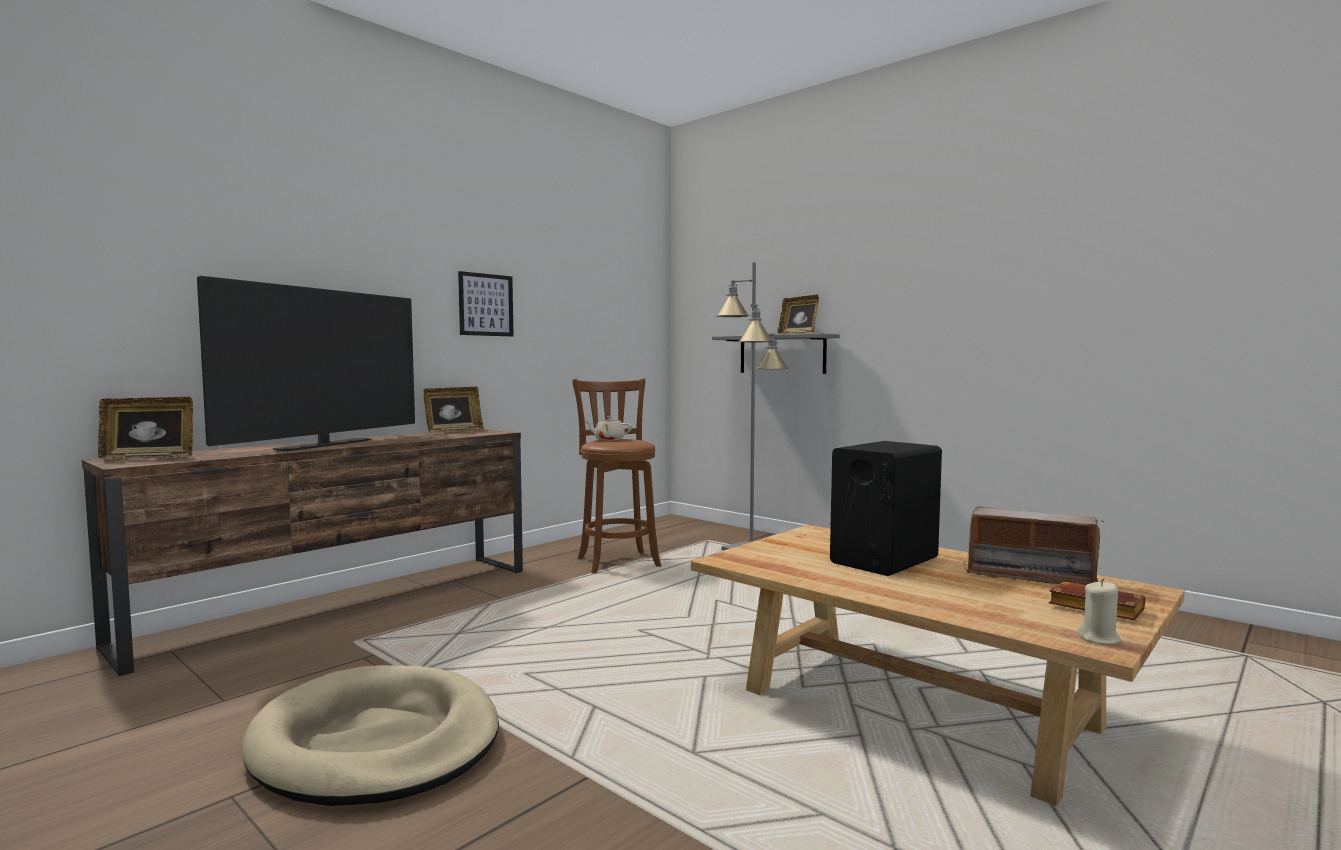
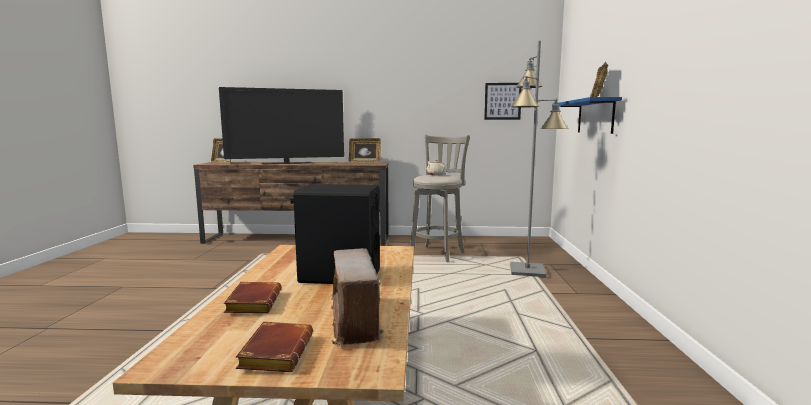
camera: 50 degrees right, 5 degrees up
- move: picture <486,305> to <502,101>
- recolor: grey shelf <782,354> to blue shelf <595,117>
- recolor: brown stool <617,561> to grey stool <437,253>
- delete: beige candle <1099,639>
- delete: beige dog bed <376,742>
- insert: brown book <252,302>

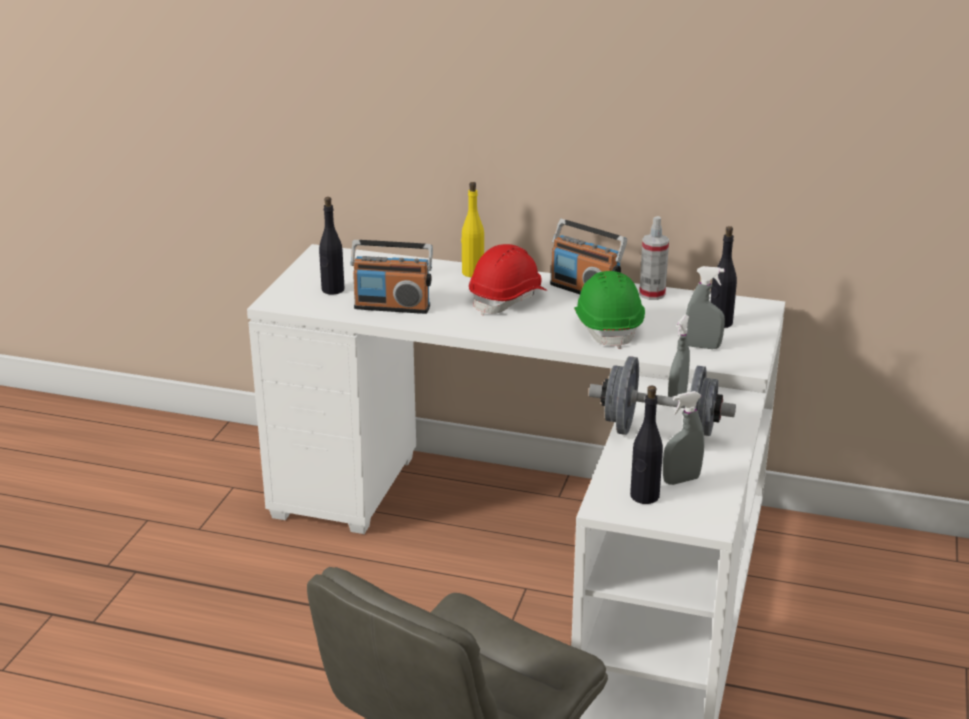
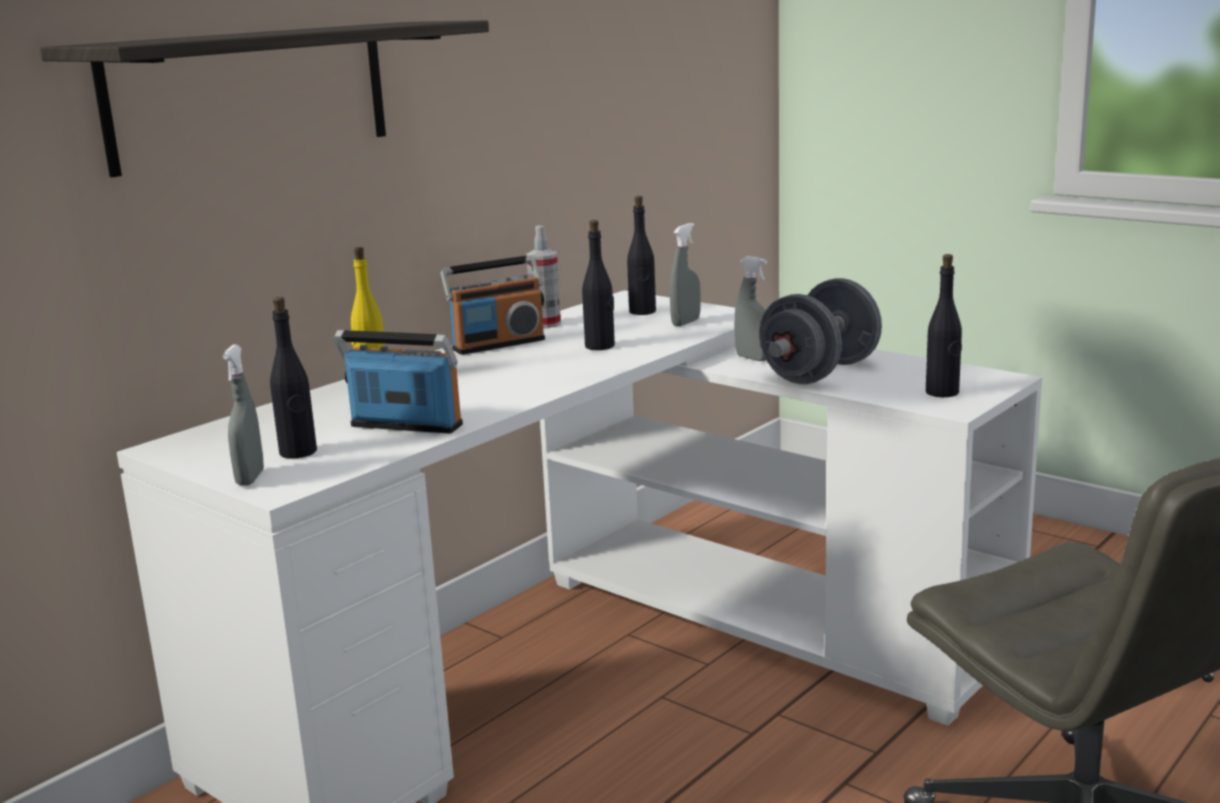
camera: 65 degrees left, 10 degrees down
- rotate: radio <392,307> = <405,426> 105 degrees counterclockwise
- delete: red hard hat <508,299>
- replace: green hard hat <608,327> to black bottle <600,346>
- move: grey spray bottle <681,480> to <250,478>
- insert: shelf <251,94>

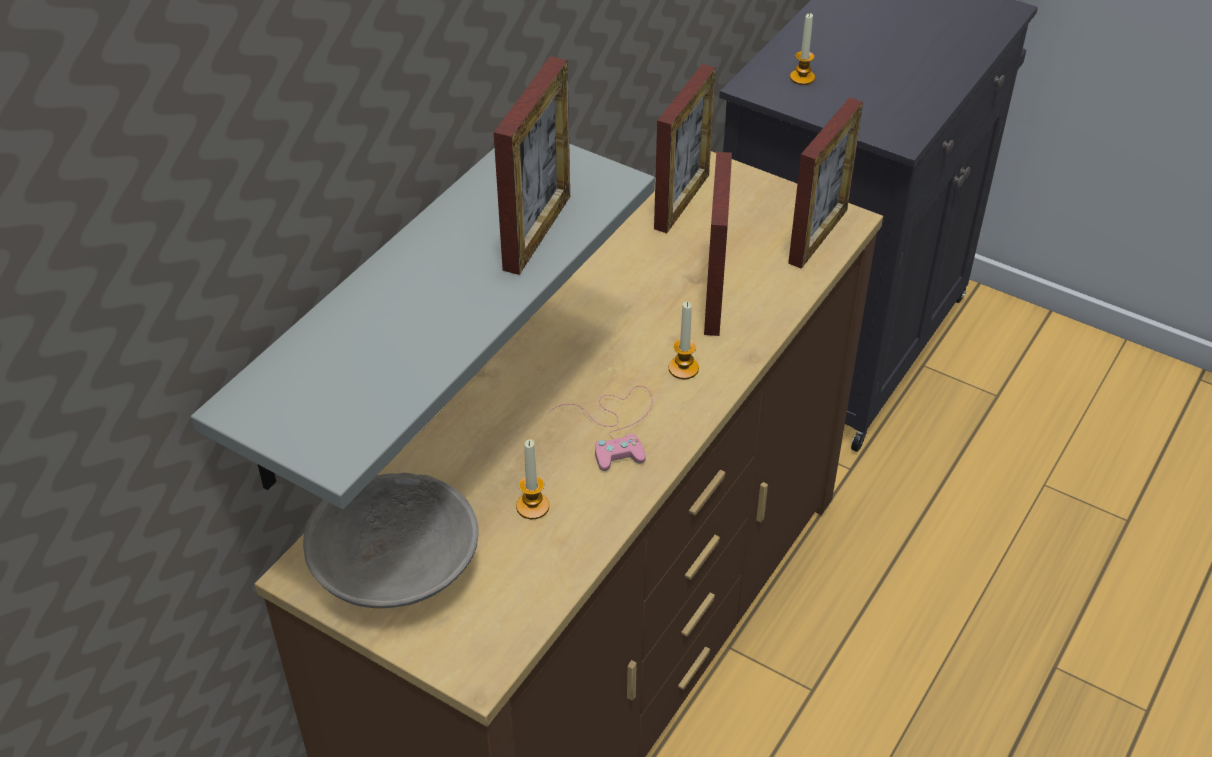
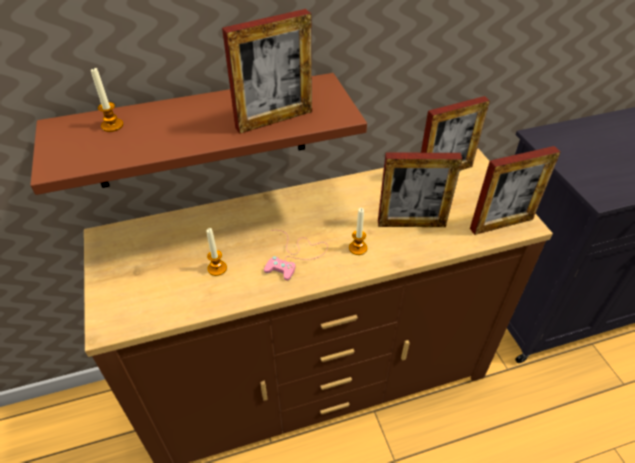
camera: 40 degrees right, 0 degrees up
- move: candle <802,78> to <112,125>
- recolor: grey shelf <380,313> to brown shelf <201,132>
- rotate: picture frame <714,297> = <411,223> 45 degrees clockwise
- delete: grey bowl <395,566>

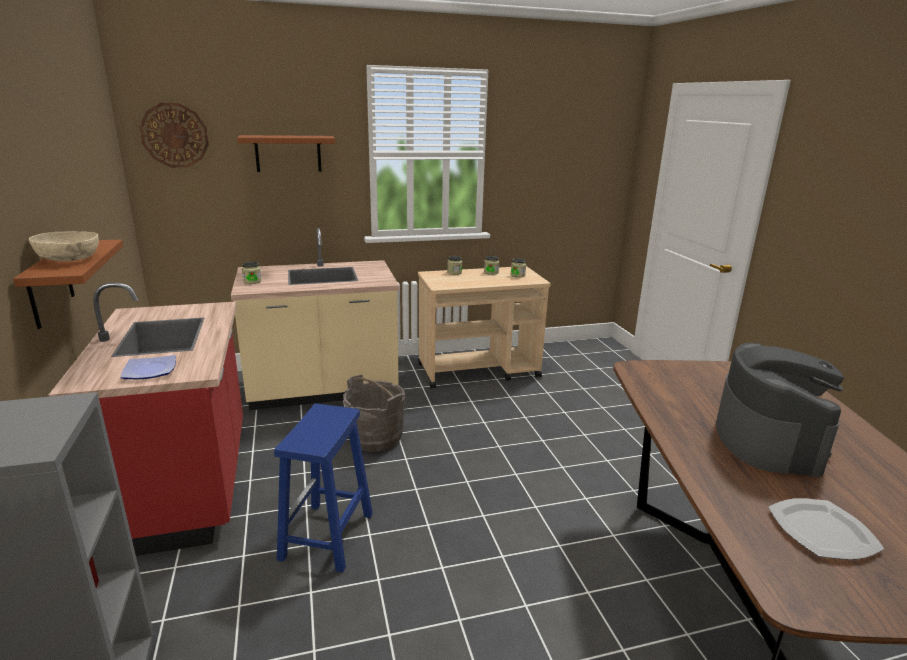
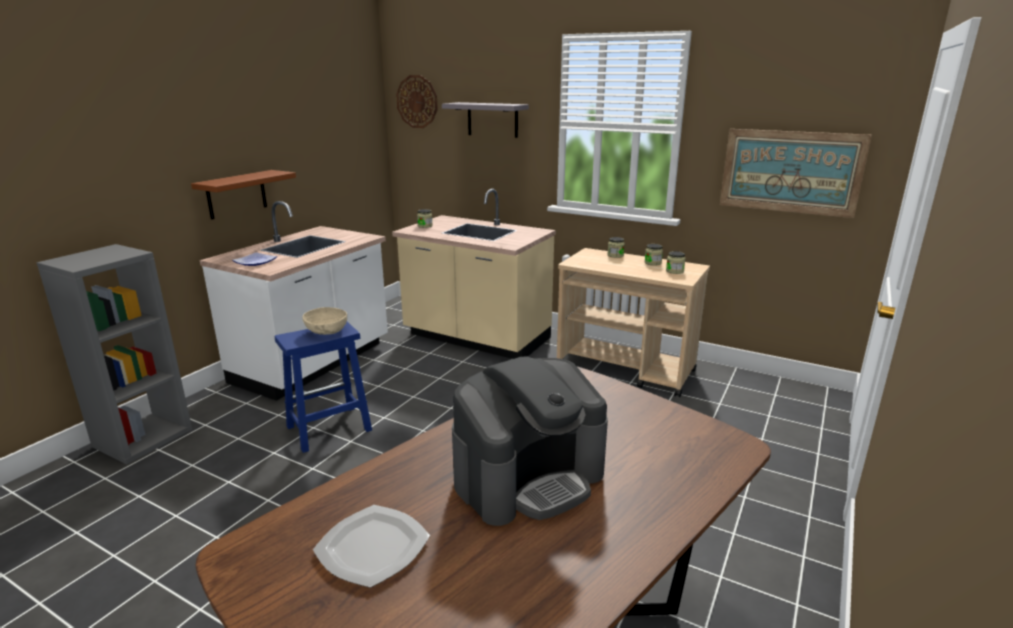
camera: 45 degrees right, 0 degrees up
- recolor: brown shelf <288,153> to grey shelf <492,119>
- move: beige bowl <69,259> to <326,331>
- recolor: red counter <186,485> to white counter <314,363>
- delete: grey bucket <375,438>
- insert: picture <790,172>

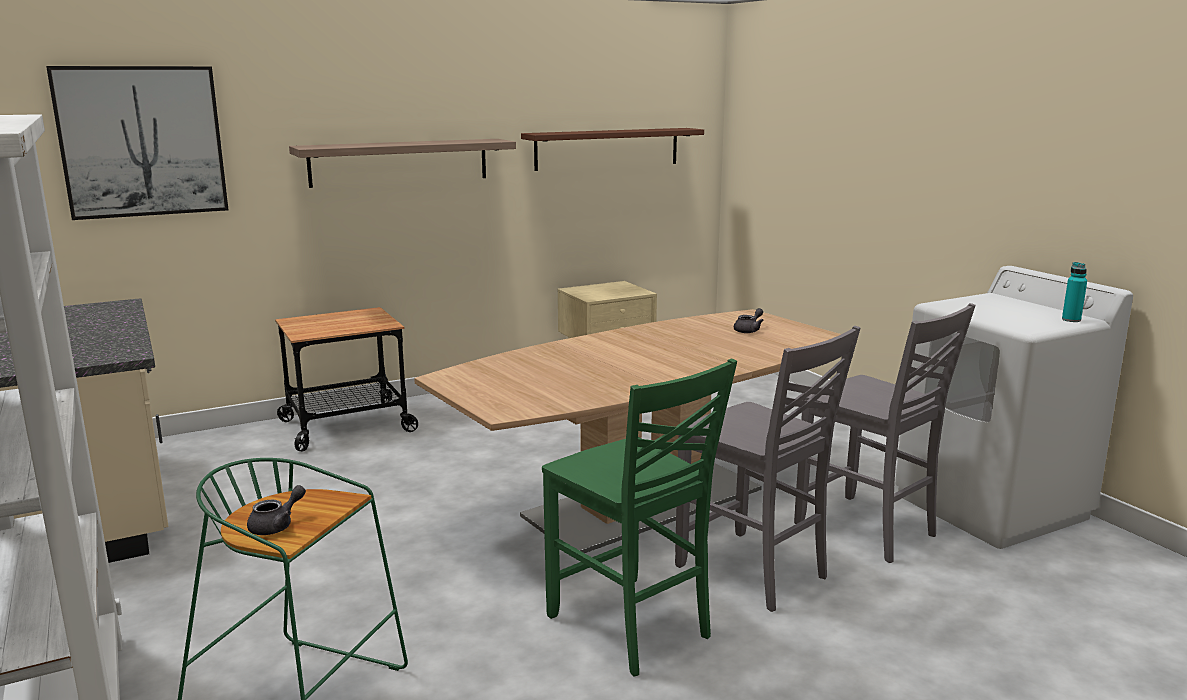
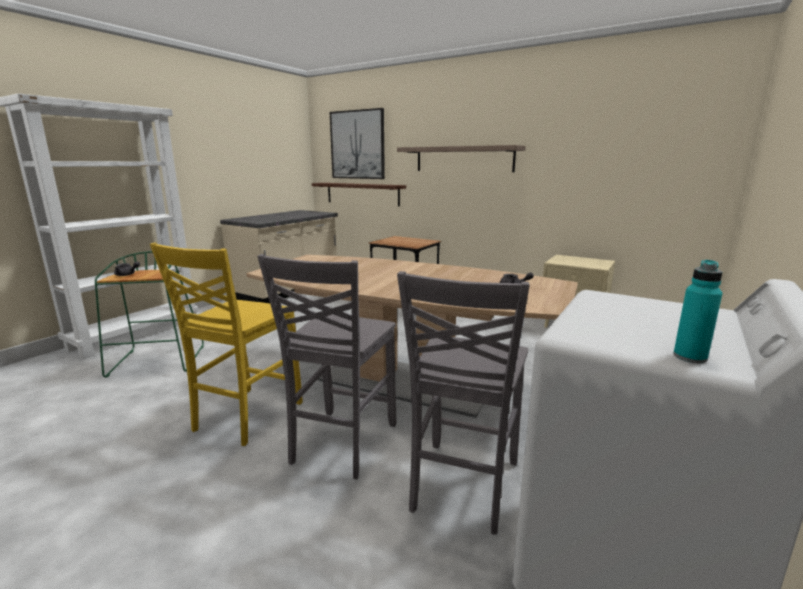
camera: 60 degrees right, 0 degrees up
- move: brown shelf <607,148> to <362,194>
- recolor: green chair <631,627> to yellow chair <245,416>

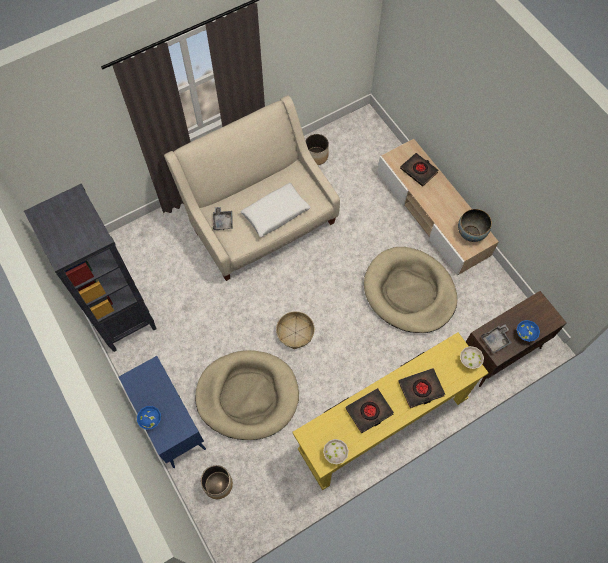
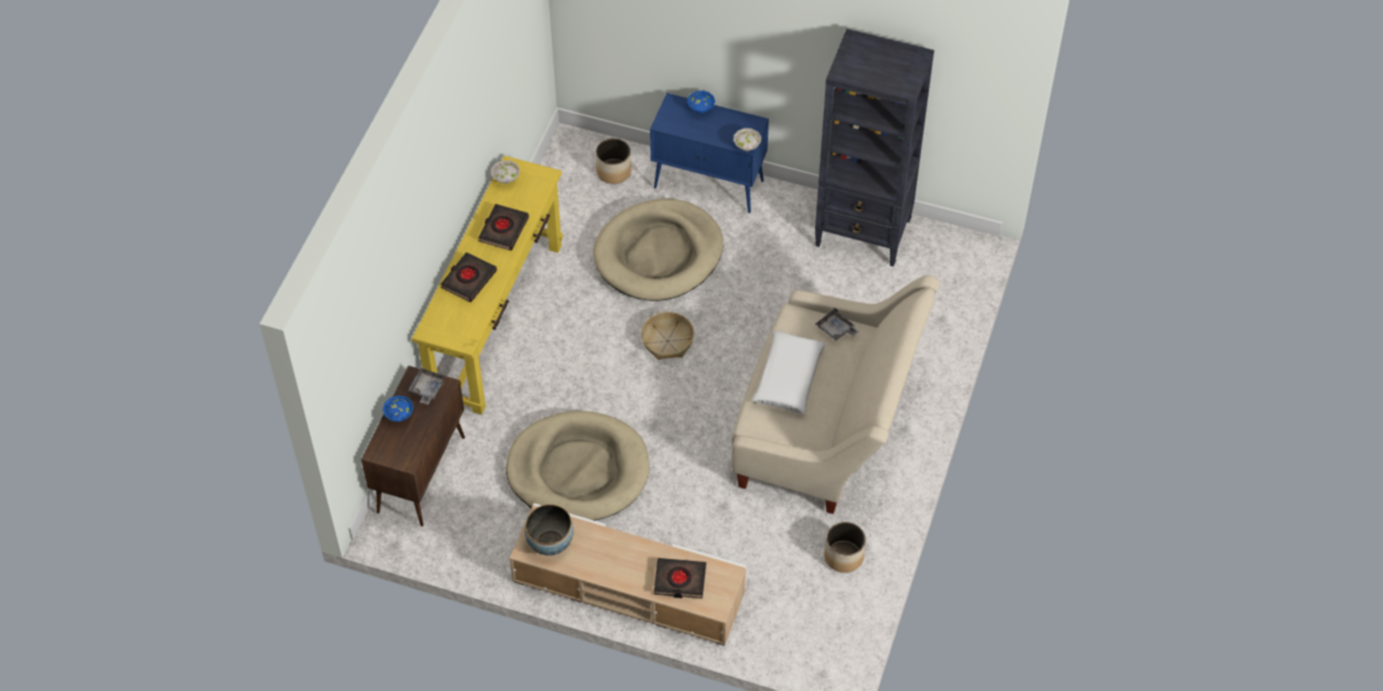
camera: 140 degrees right, 10 degrees down
- move: white bowl <469,361> to <747,147>

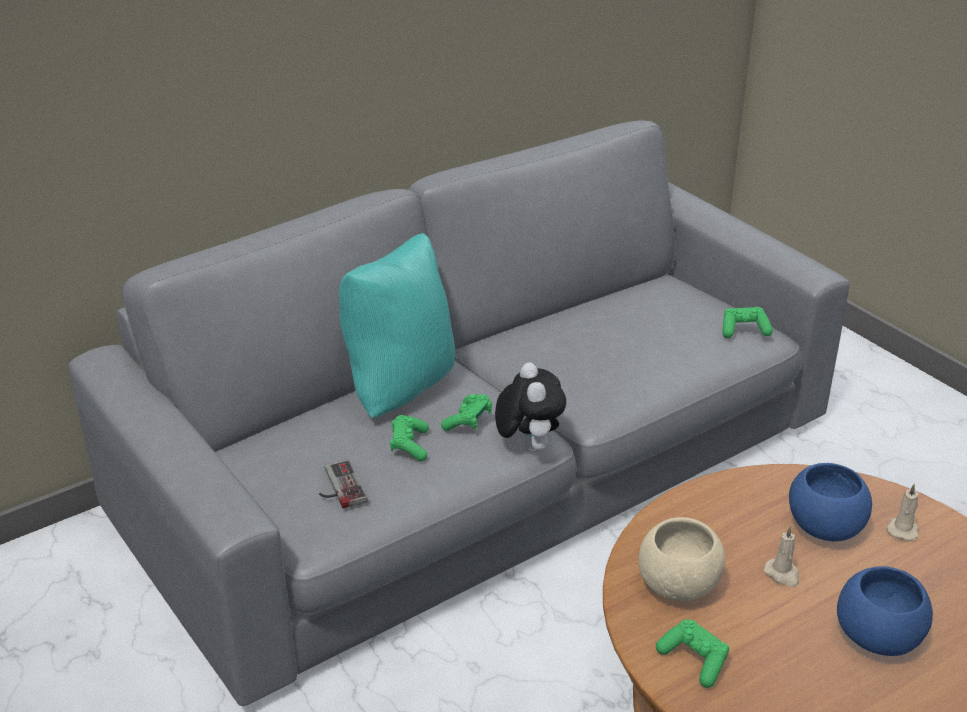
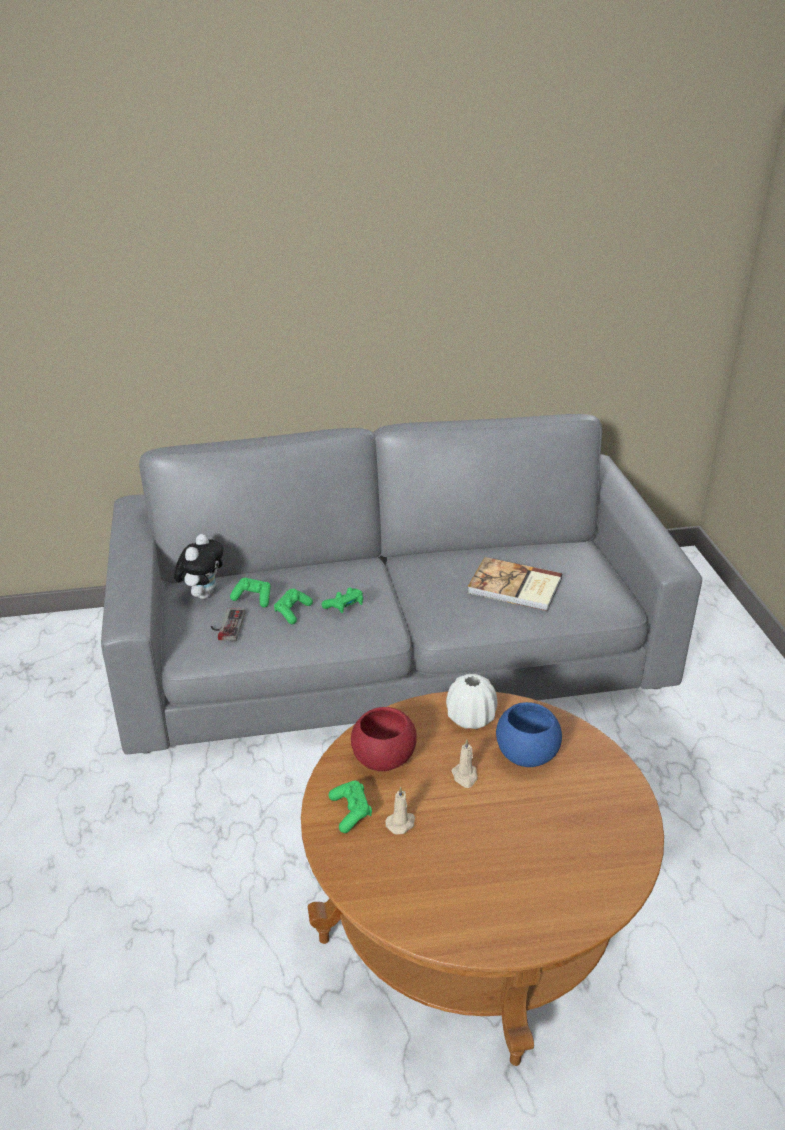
camera: 25 degrees right, 0 degrees up
- delete: turquoise pillow <399,388>
- move: green game controller <744,330> to <253,598>
- move: plush toy <528,446> to <203,594>
- move: beige candle <902,529> to <401,823>
- recolor: beige bowl <679,585> to red bowl <384,759>
- delete: blue bowl <877,636>
- insert: book <515,587>
- insert: white vase <470,718>

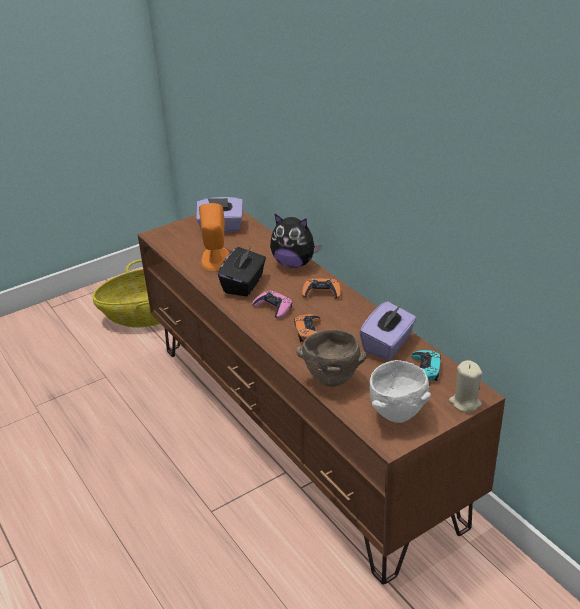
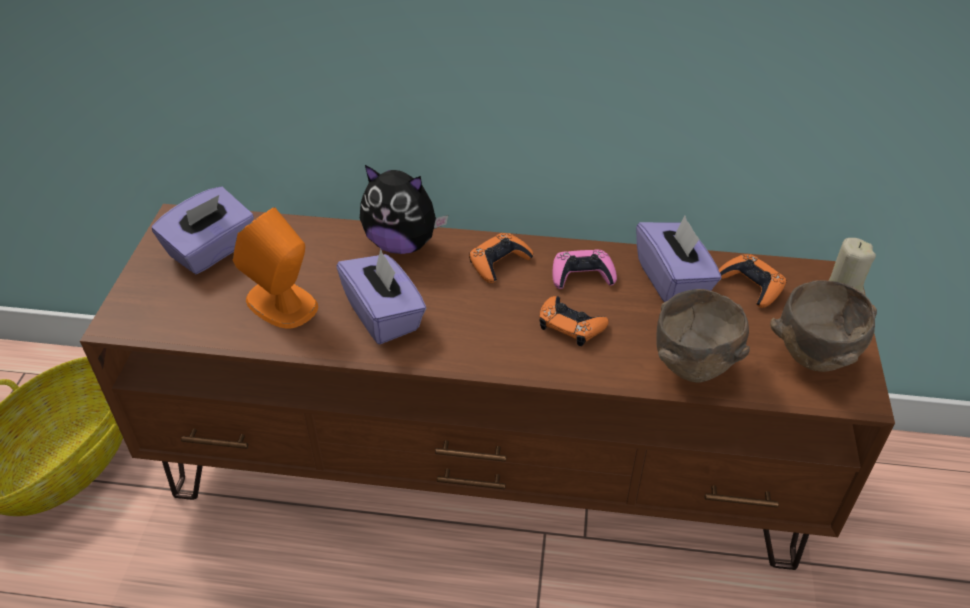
camera: 50 degrees left, 10 degrees up
- rotate: plush toy <294,263> = <402,243> 45 degrees clockwise
- recolor: black tissue box <244,284> to purple tissue box <384,315>
- move: pink game controller <273,308> to <582,275>
- recolor: turquoise game controller <424,370> to orange game controller <751,285>
- recolor: white bowl <397,414> to brown bowl <812,358>

